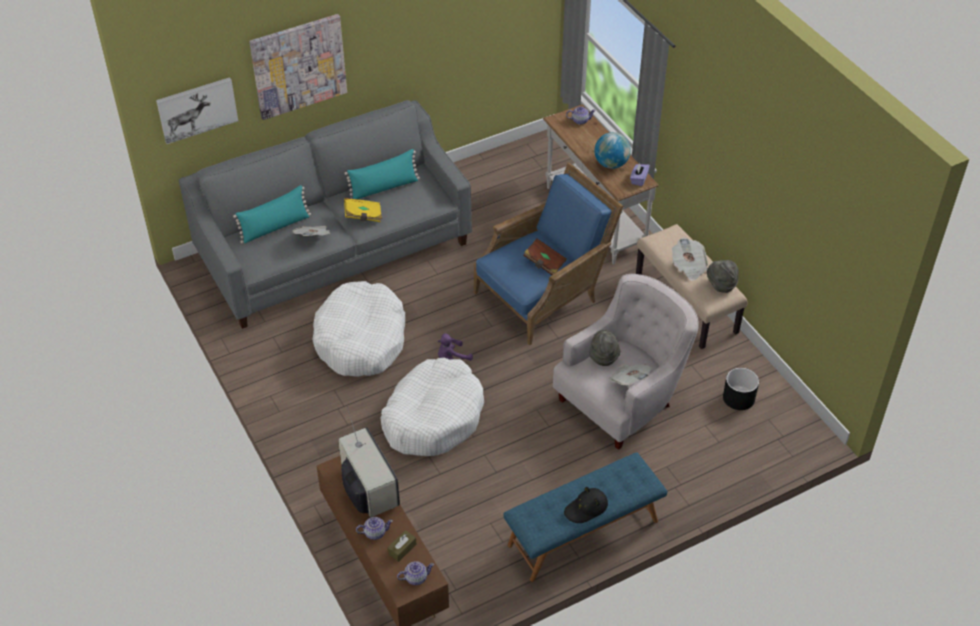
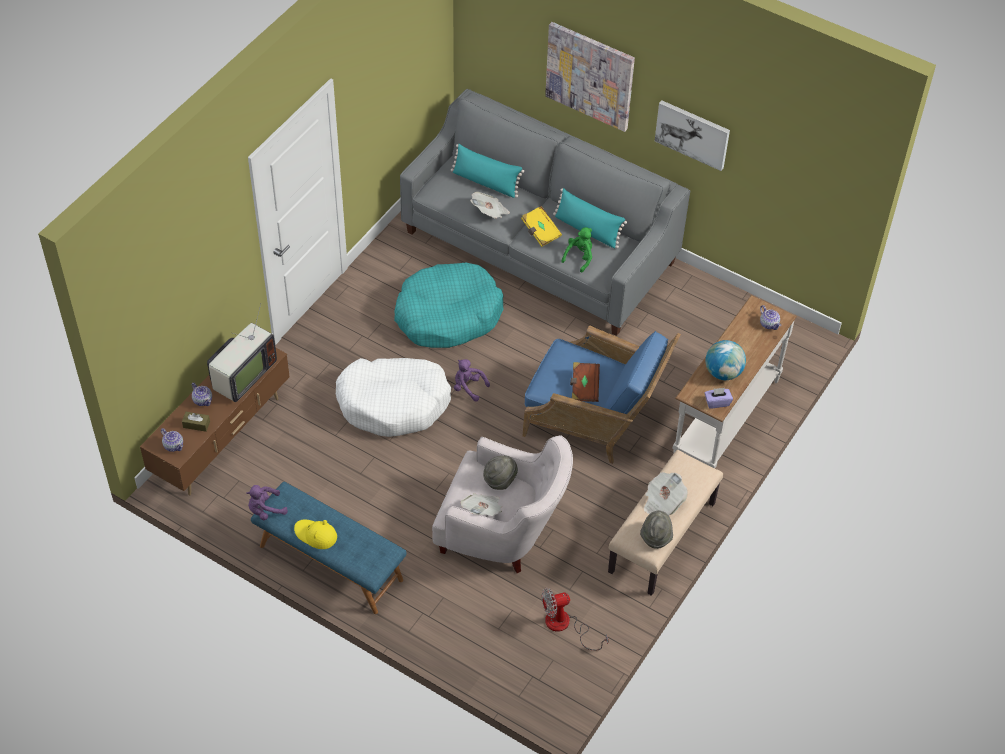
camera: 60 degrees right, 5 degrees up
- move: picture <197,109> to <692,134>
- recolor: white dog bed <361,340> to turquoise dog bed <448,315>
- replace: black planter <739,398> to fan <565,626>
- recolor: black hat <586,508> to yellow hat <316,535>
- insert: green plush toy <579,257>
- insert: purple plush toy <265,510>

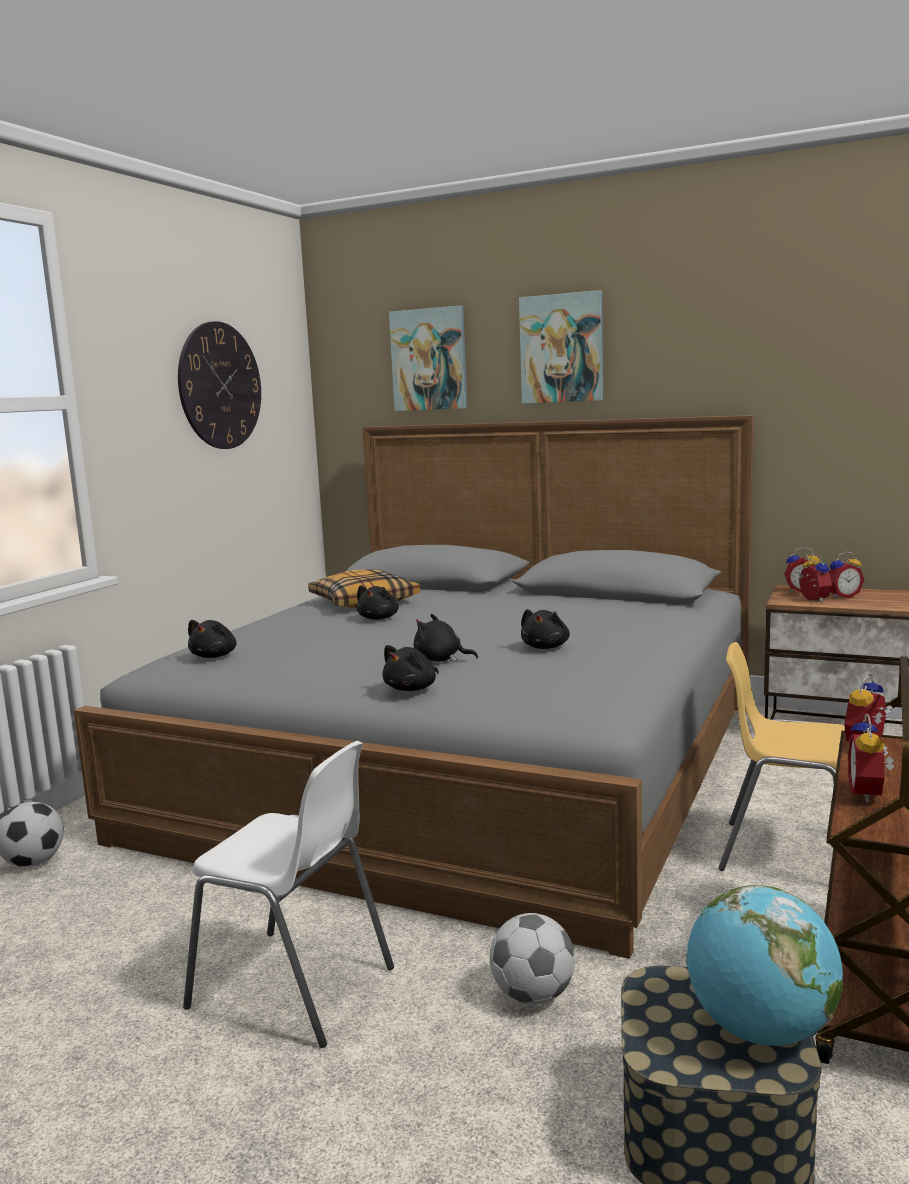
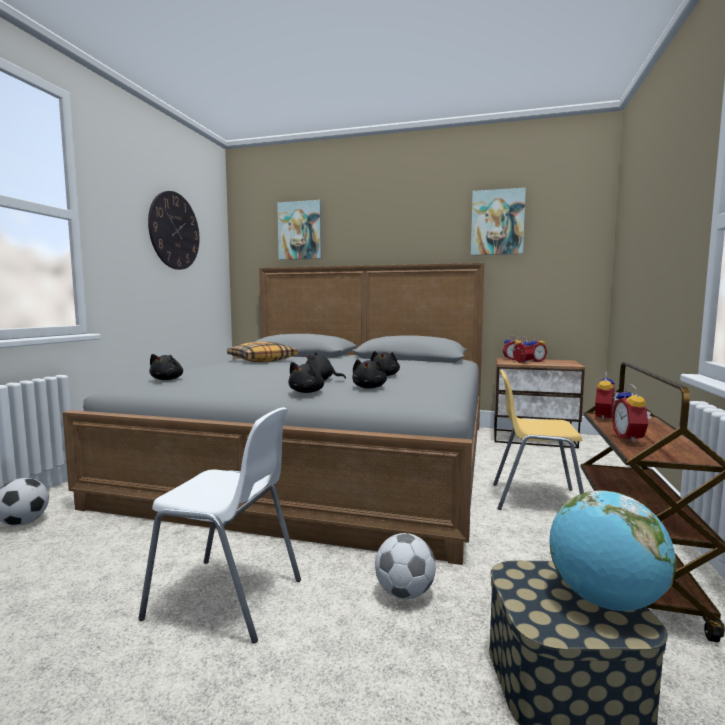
camera: 10 degrees left, 5 degrees down
- move: picture <562,348> to <497,222>
- move: black plush toy <379,618> to <369,388>

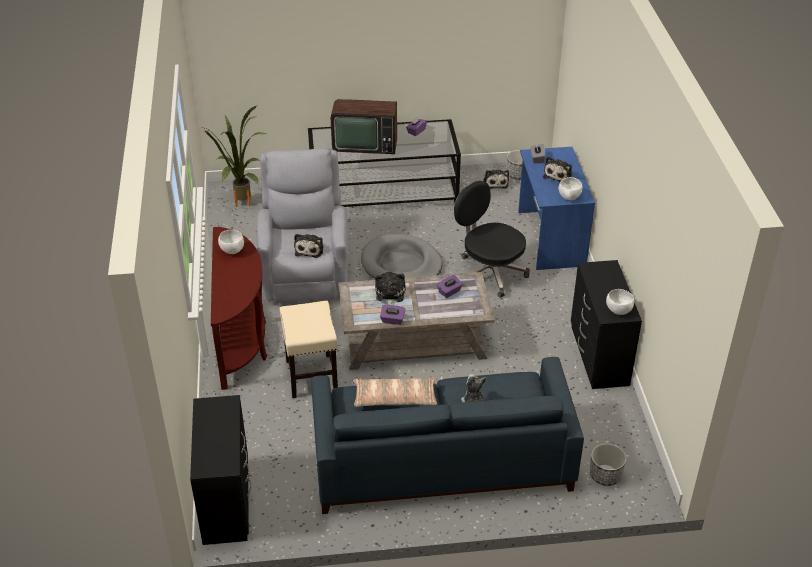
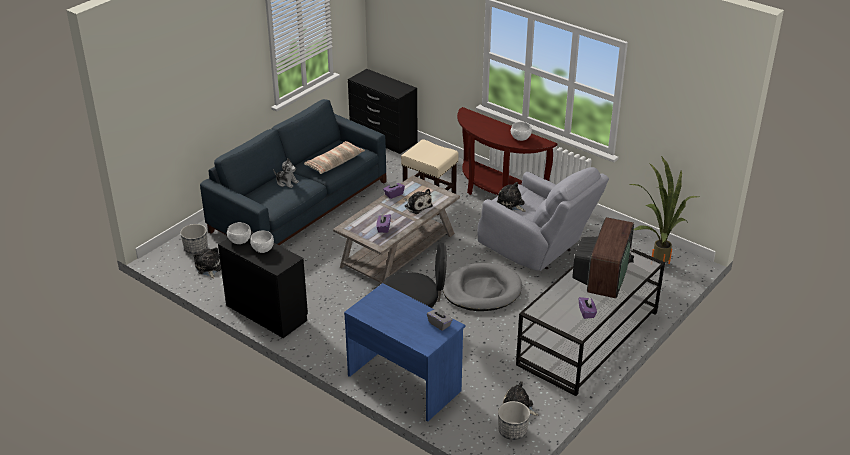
camera: 135 degrees right, 5 degrees down
- rotate: television <364,143> = <603,277> 150 degrees clockwise
- move: plush toy <558,175> to <208,268>
- move: white bowl <569,197> to <263,249>

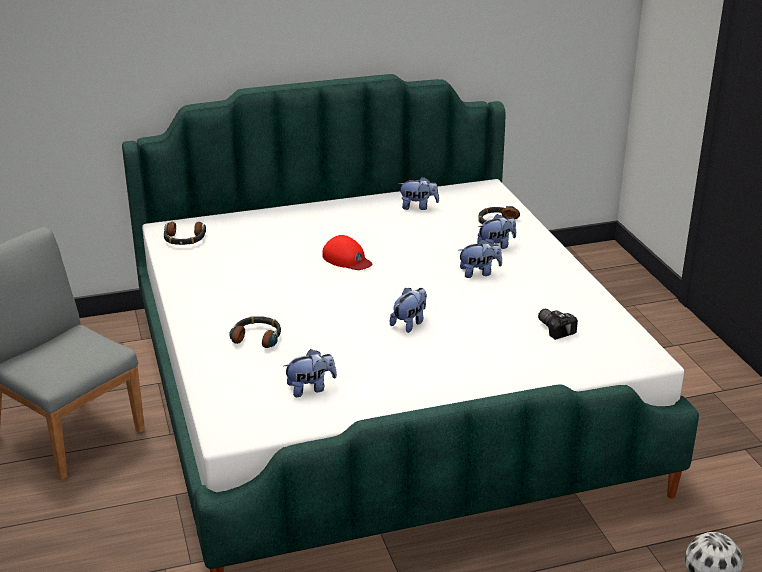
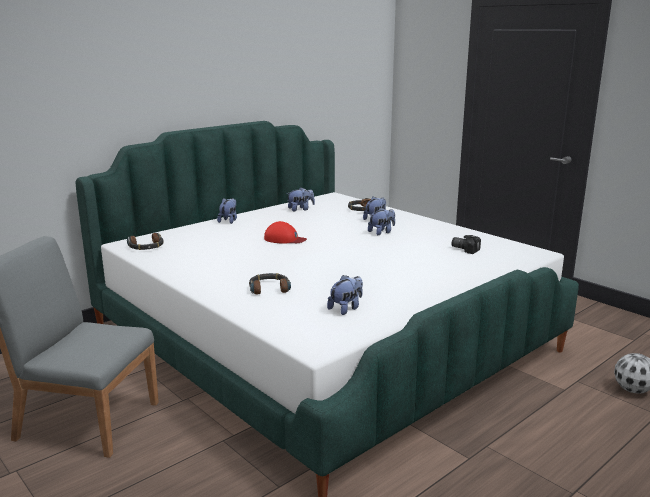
camera: 25 degrees left, 10 degrees down
- move: plush toy <409,323> to <229,221>

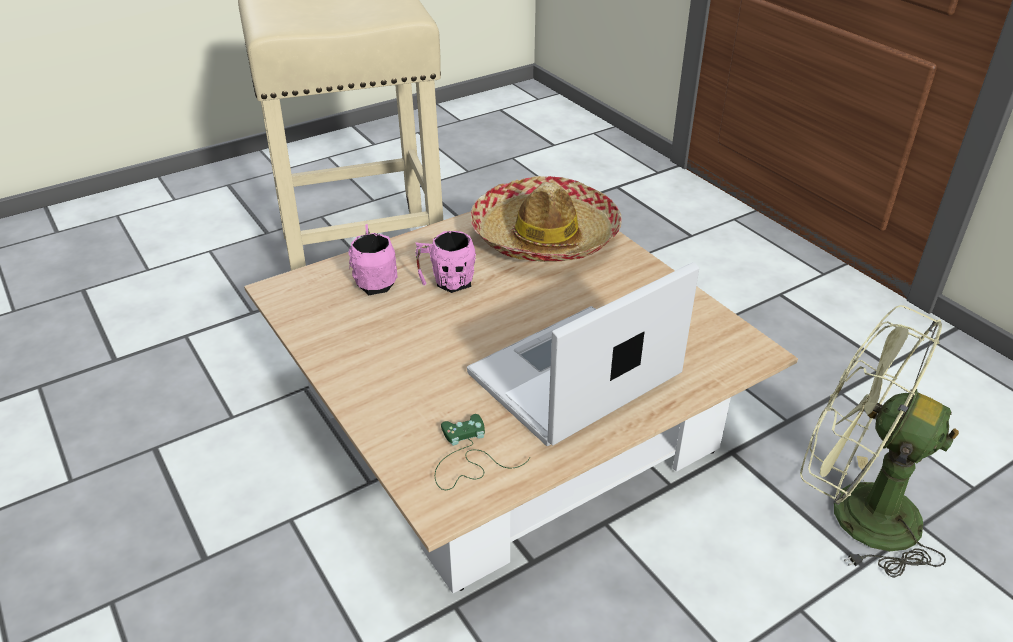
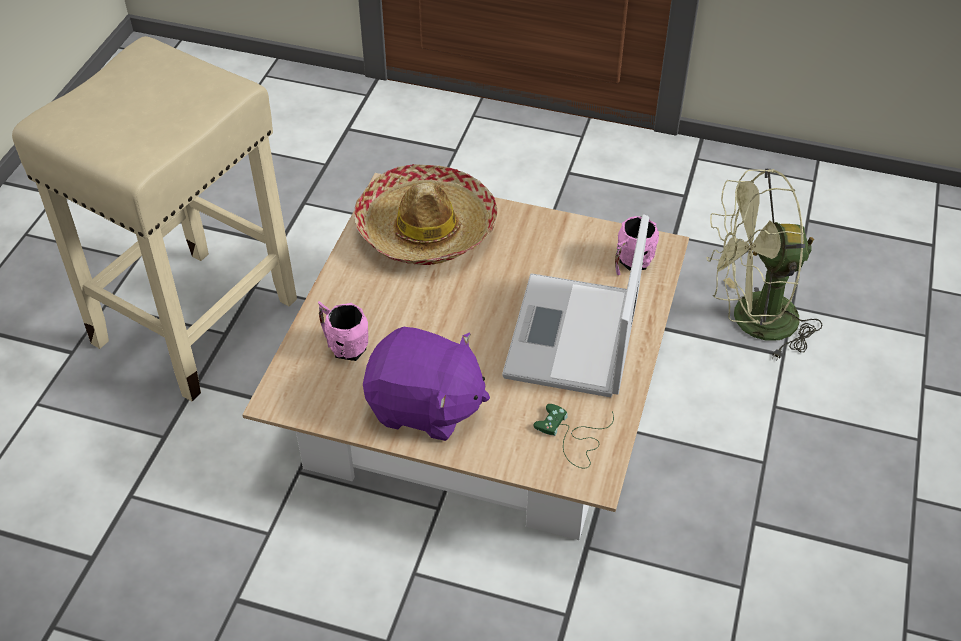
camera: 40 degrees left, 10 degrees up
- move: pink mug <447,282> to <630,263>
- insert: purple plush toy <425,407>

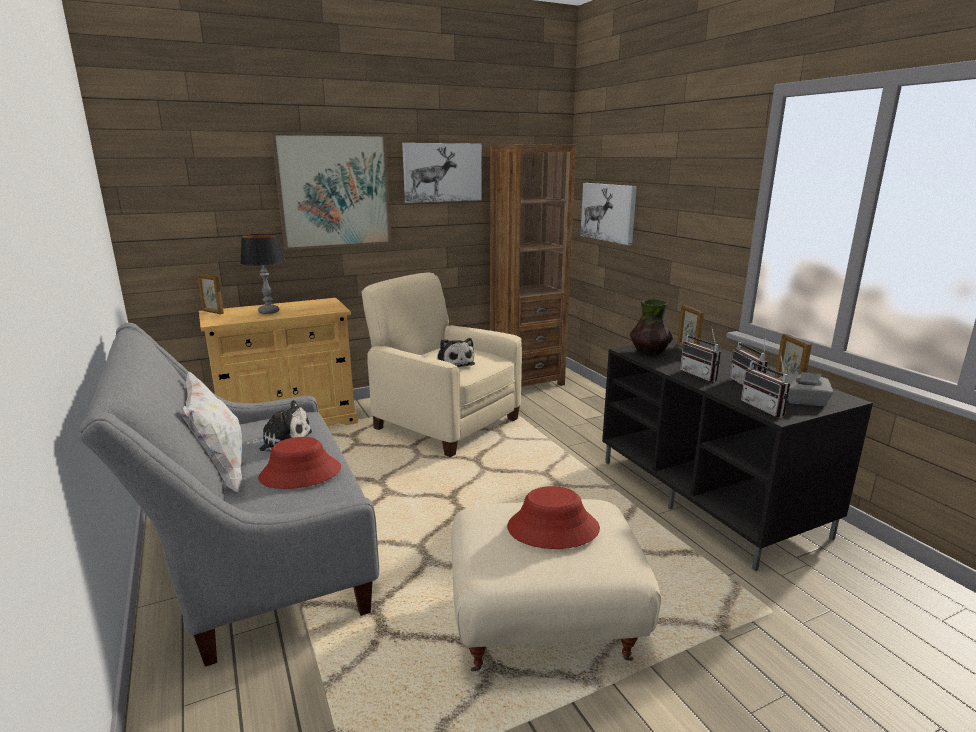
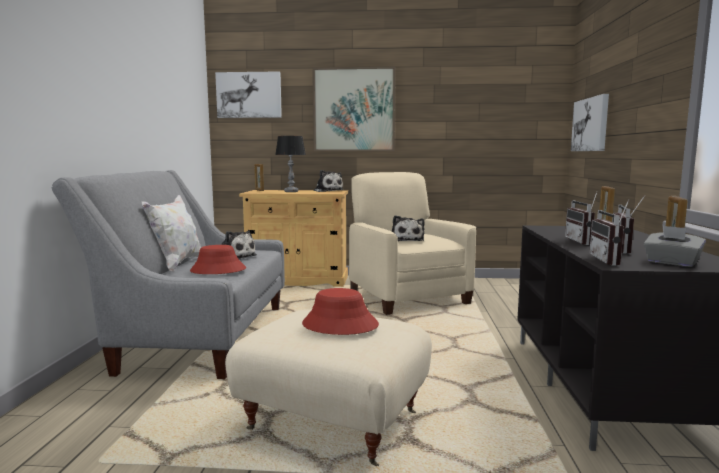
camera: 30 degrees right, 10 degrees down
- move: picture <442,172> to <249,95>
- delete: brown bookcase <526,381>
- delete: vase <649,353>
- insert: plush toy <327,191>

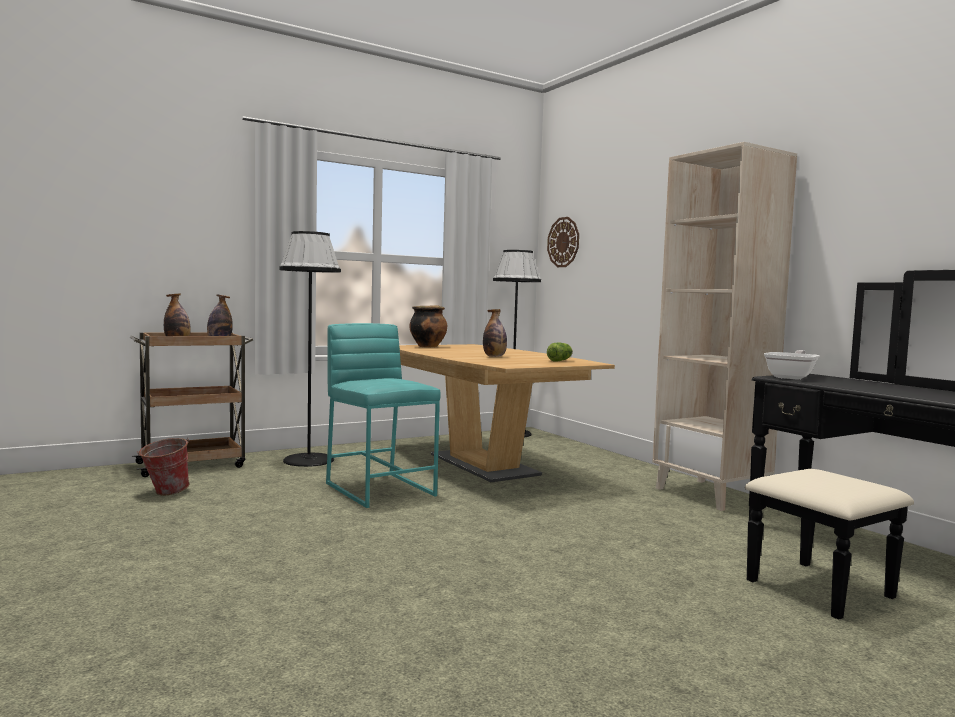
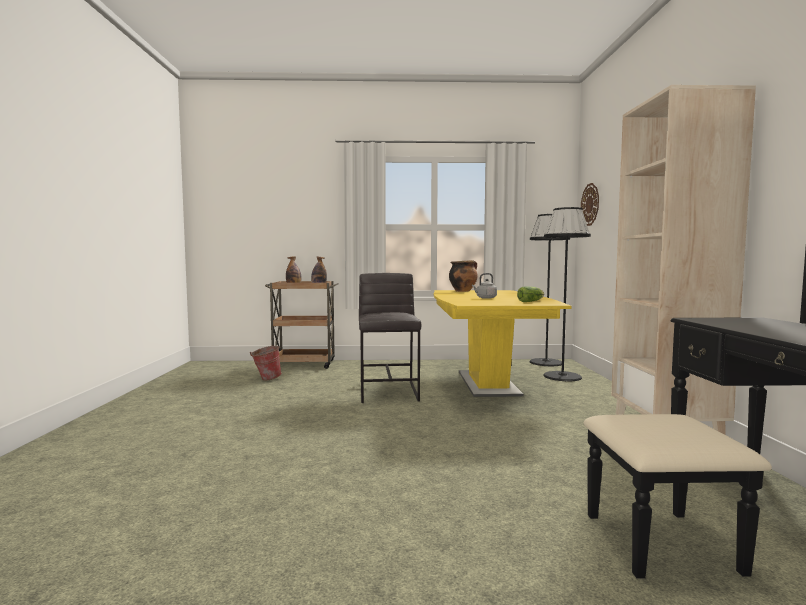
camera: 30 degrees right, 0 degrees up
- move: black floor lamp <308,460> to <562,376>
- replace: bottle <494,356> to grey kettle <485,298>
- recolor: turquoise stool <380,489> to grey stool <389,392>
- recolor: brown dining table <483,465> to yellow dining table <487,383>
- delete: frying pan <791,377>

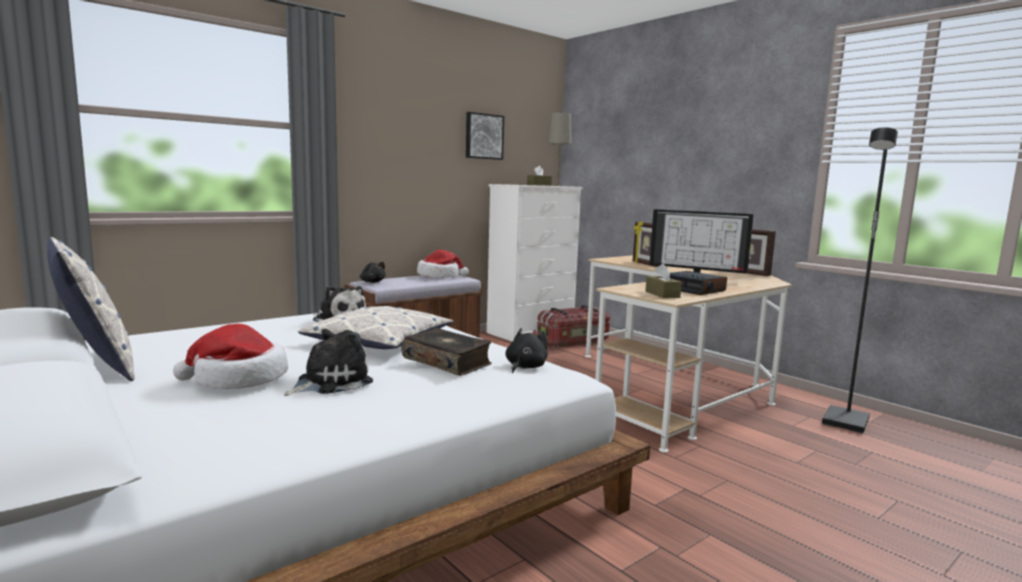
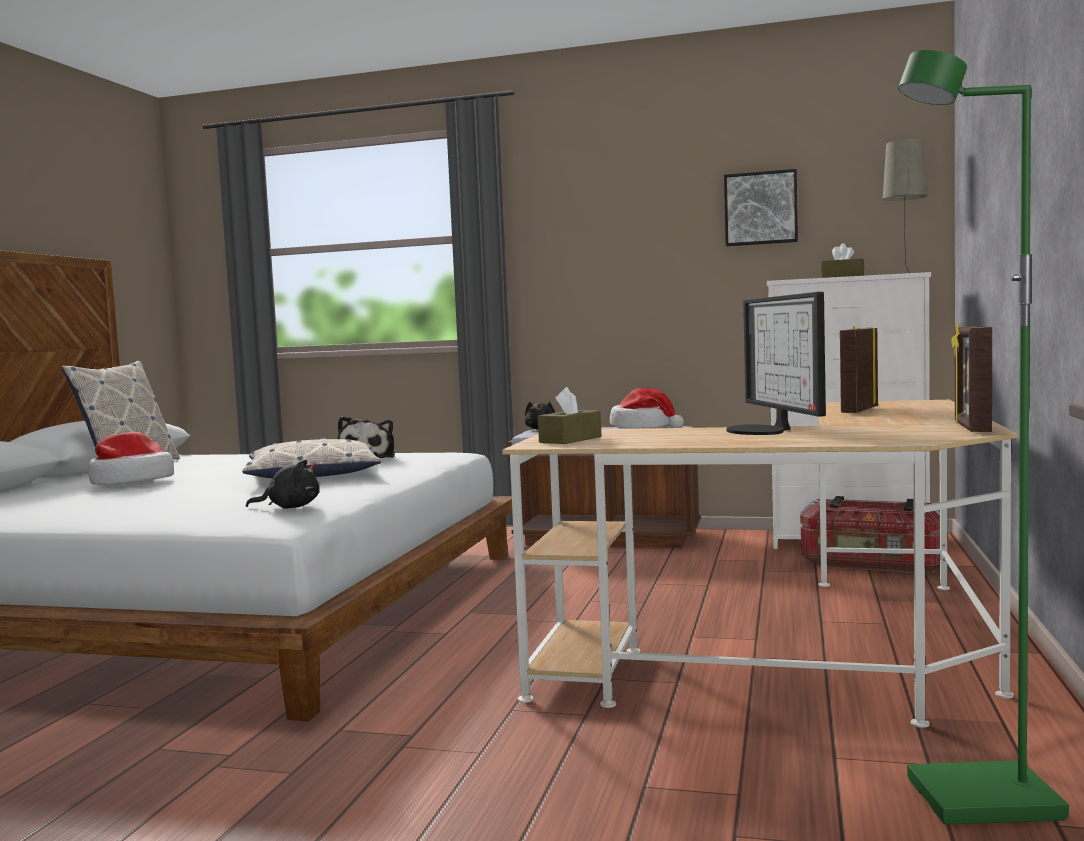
camera: 55 degrees right, 5 degrees down
- recolor: black floor lamp <847,422> to green floor lamp <983,801>
- delete: alarm clock <695,289>
- delete: book <447,362>
- delete: plush toy <330,382>

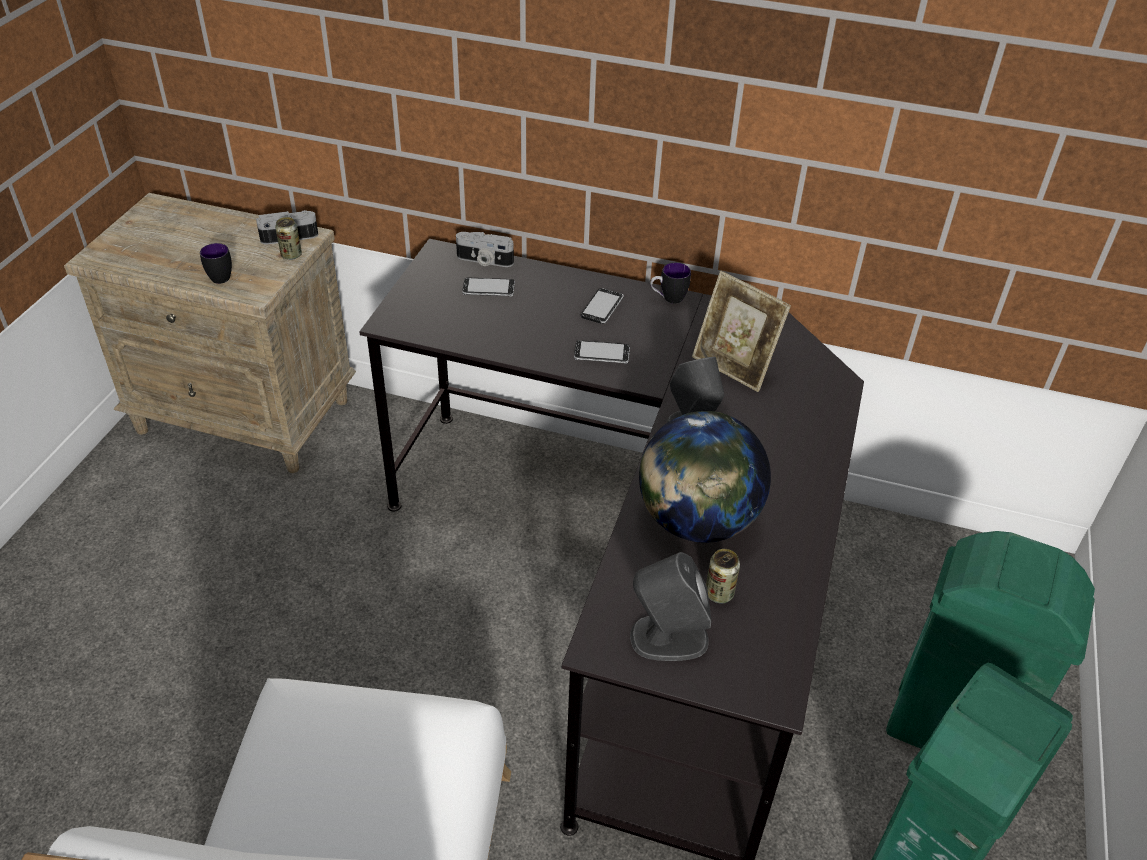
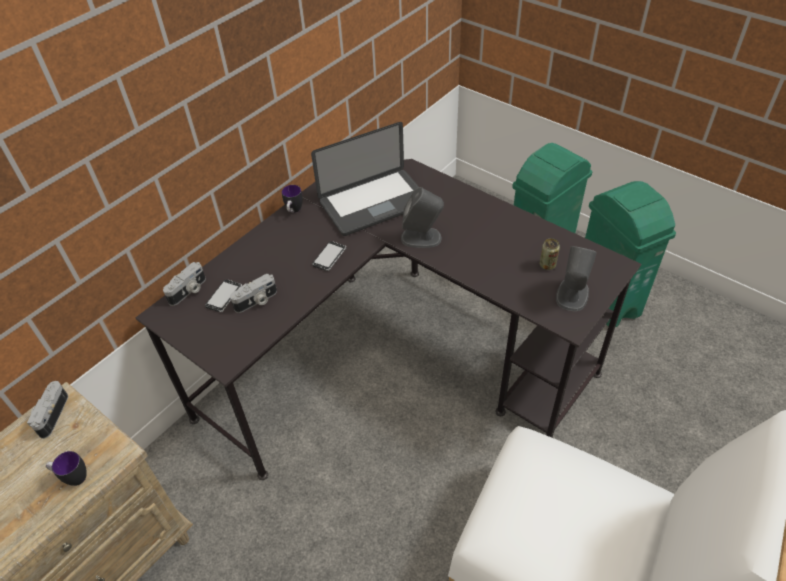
camera: 65 degrees left, 5 degrees up
- delete: can <291,255>
- replace: picture frame <733,367> to laptop <374,203>
- delete: phone <602,307>
- delete: globe <696,521>
- insert: photo camera <257,301>

